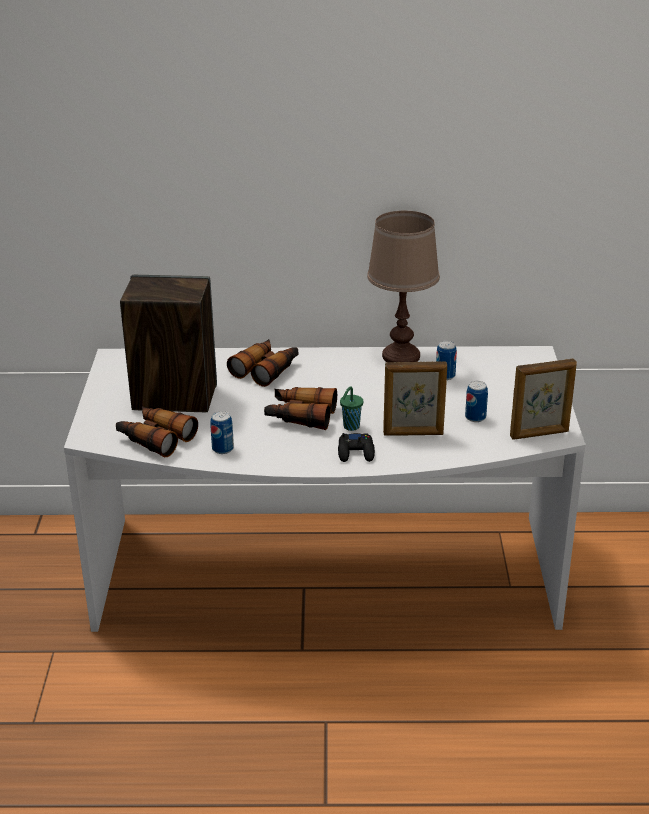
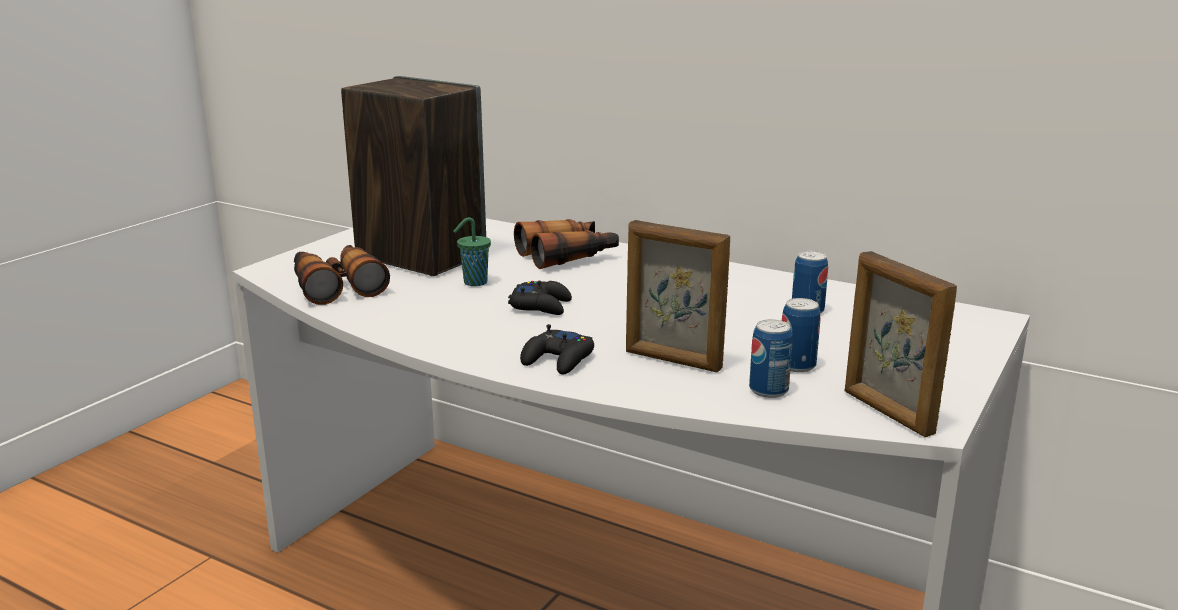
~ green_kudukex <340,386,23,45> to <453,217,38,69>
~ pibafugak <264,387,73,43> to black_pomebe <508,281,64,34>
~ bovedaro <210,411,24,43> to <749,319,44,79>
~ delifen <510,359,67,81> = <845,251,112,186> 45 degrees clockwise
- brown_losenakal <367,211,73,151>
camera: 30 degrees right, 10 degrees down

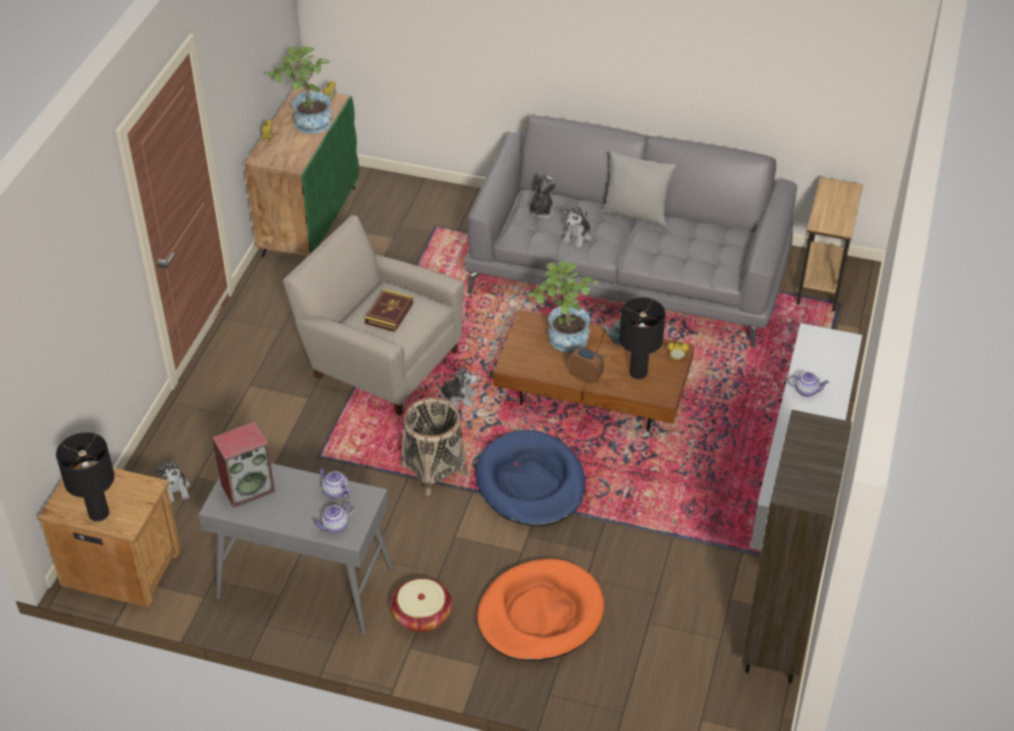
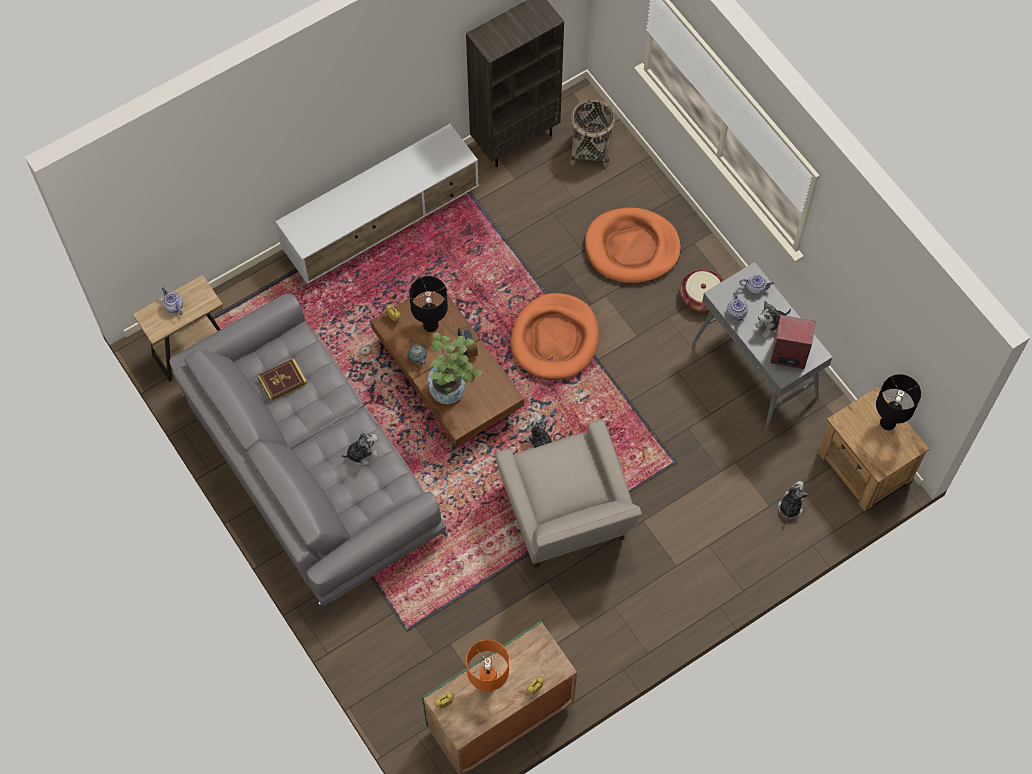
~ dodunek <787,372,42,25> to <162,287,21,28>
~ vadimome <365,289,49,43> to <258,359,49,42>
~ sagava <267,46,65,88> to orange_losenakal <466,640,43,52>
~ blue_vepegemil <476,430,110,96> to orange_vepegemil <511,293,88,87>
~ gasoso <401,397,67,99> to <570,98,45,70>
~ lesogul <528,175,29,44> to <755,301,36,37>
- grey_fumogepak <602,151,74,76>
camera: 140 degrees left, 20 degrees up

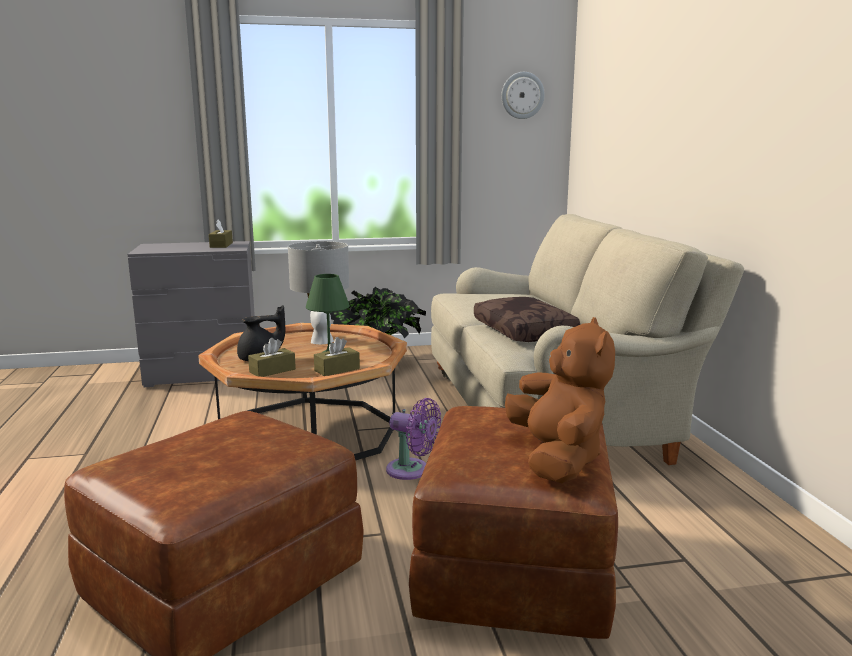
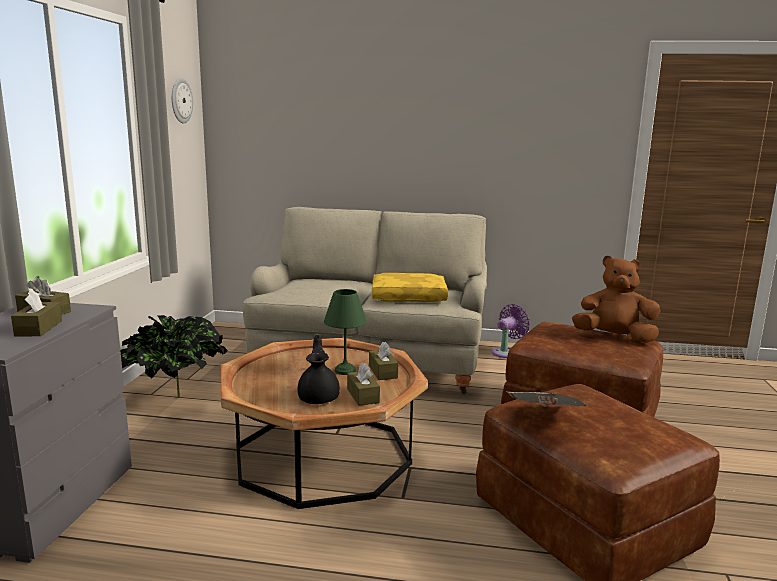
+ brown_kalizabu <11,289,51,47>
~ brown_fumogepak <474,297,106,45> to yellow_fumogepak <372,273,76,29>
~ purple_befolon <386,398,55,82> to <492,304,38,54>
+ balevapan <507,392,80,15>
- grey_losenakal <288,241,61,103>
camera: 70 degrees left, 0 degrees up

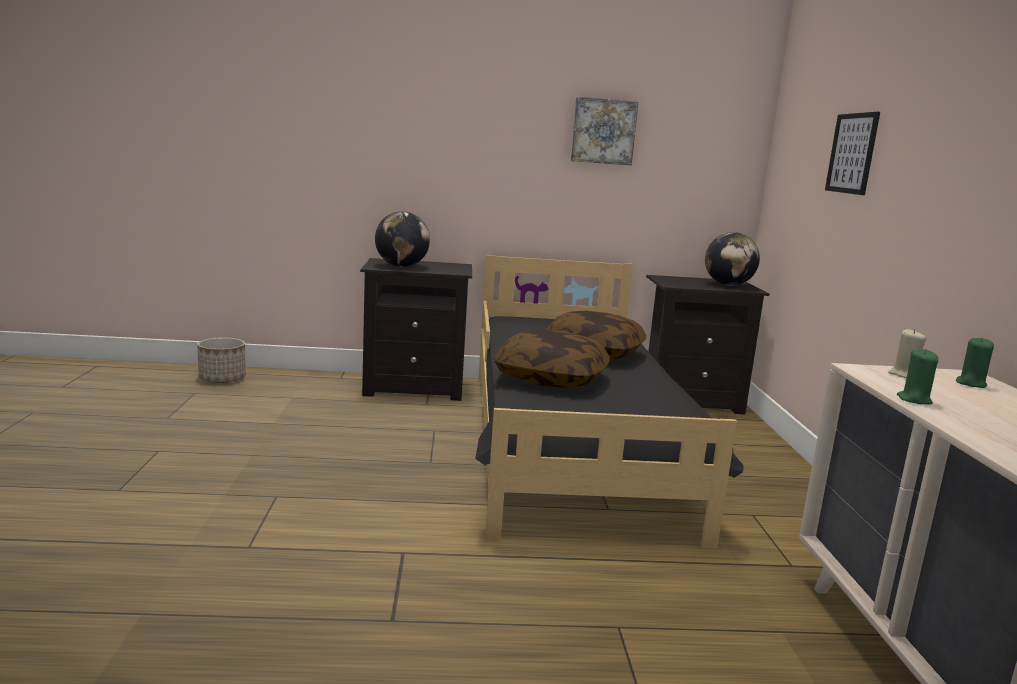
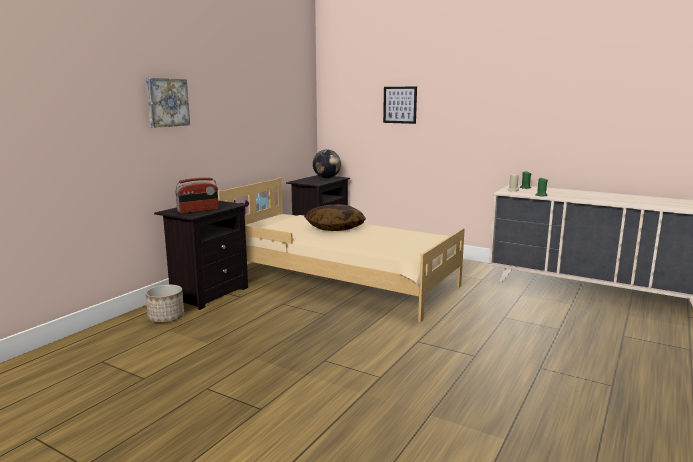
~ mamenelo <197,338,49,45> to <145,285,39,38>
~ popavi <571,97,67,68> to <146,78,44,50>
~ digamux <375,211,55,56> to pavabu <175,178,44,36>
~ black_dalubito <475,255,268,294> to beige_dalubito <218,178,247,145>
- fumogepak <494,330,116,58>
camera: 55 degrees left, 0 degrees up

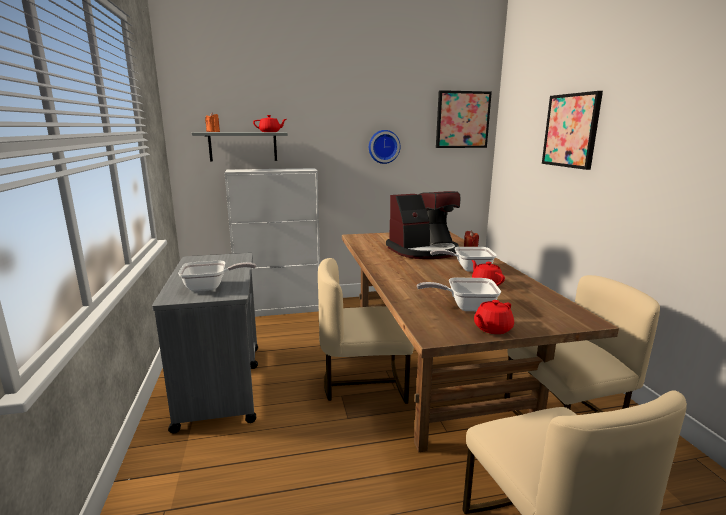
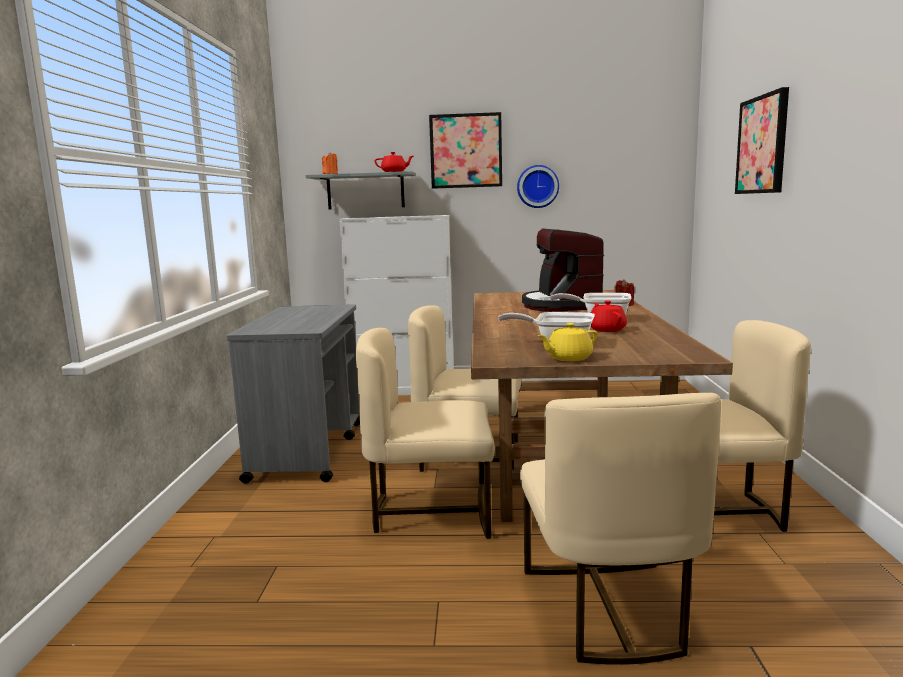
+ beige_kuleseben <356,328,139,211>
~ popavi <436,90,56,58> to <429,112,73,77>
~ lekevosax <386,191,75,68> = <522,228,82,83> 90 degrees clockwise
~ red_dodunek <474,300,40,34> to yellow_dodunek <538,323,60,38>
- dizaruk <178,261,78,30>
camera: 15 degrees right, 5 degrees down

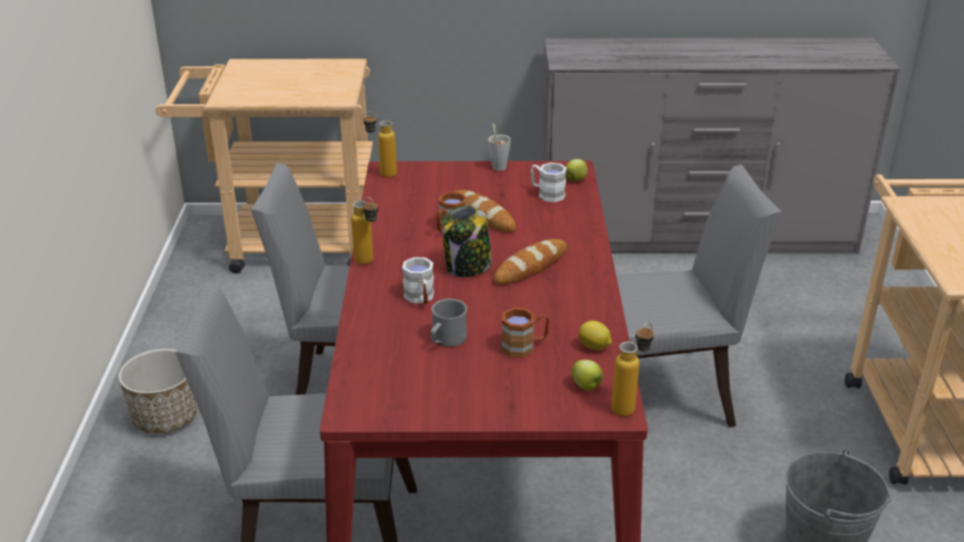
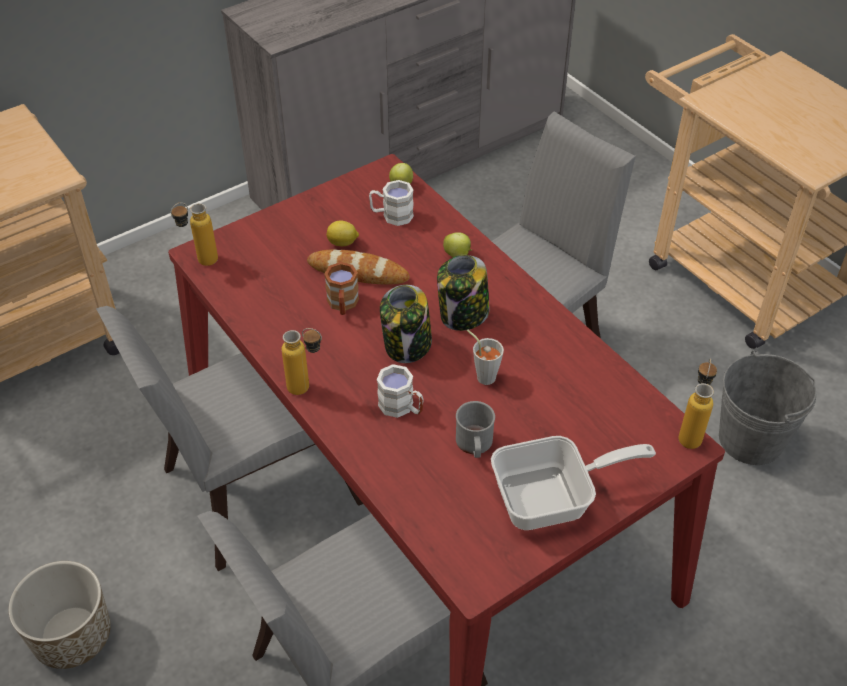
~ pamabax <578,321,34,29> to <326,221,33,25>
~ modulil <494,239,73,45> to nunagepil <437,255,53,76>
~ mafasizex <572,360,31,30> to <443,232,29,25>
~ grey_kudukex <488,123,23,48> to <467,330,37,55>
+ dizaruk <491,436,165,94>
- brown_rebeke <501,308,48,50>
camera: 35 degrees left, 15 degrees up

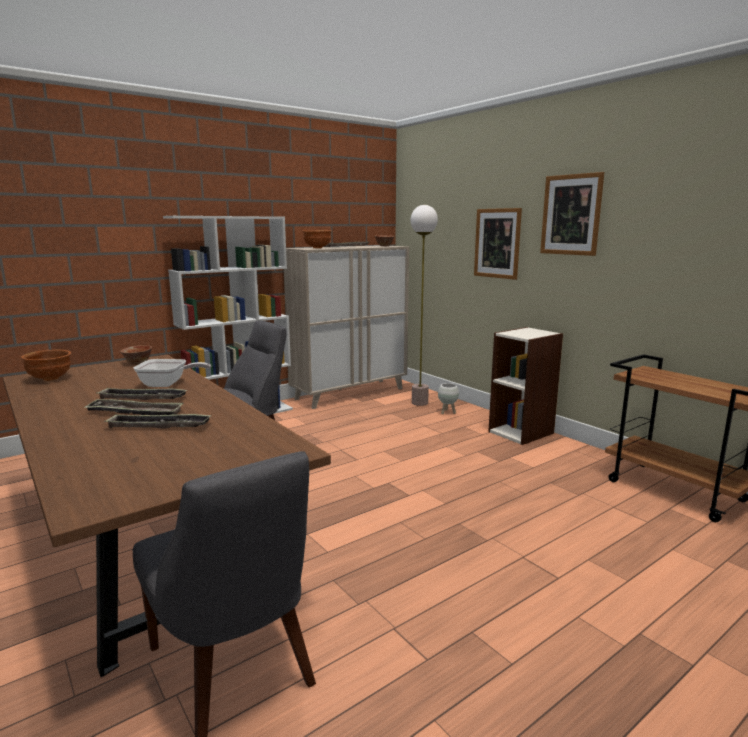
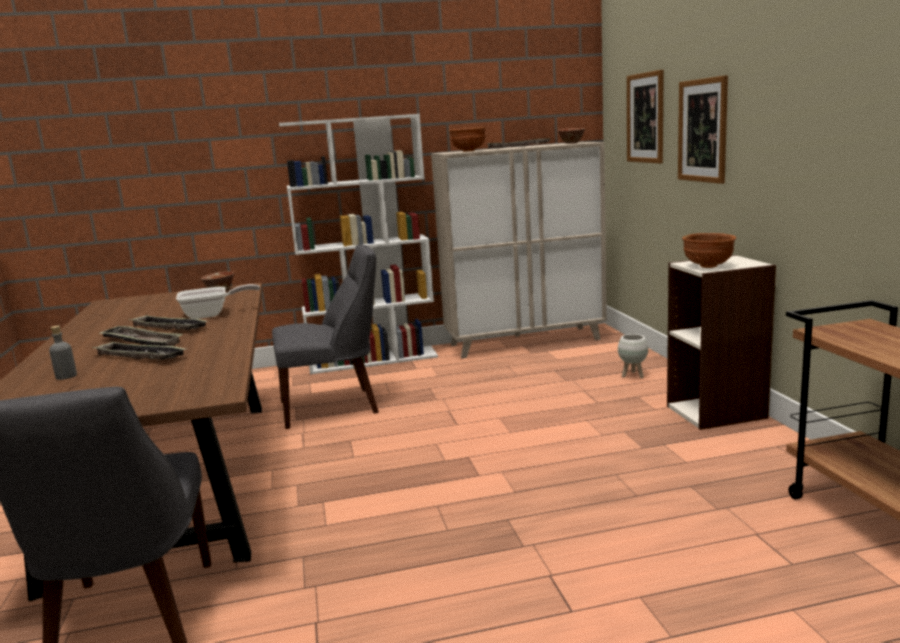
+ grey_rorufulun <49,326,28,54>
~ dizaruk <134,359,77,28> = <176,284,84,35> 45 degrees counterclockwise
~ popavi <540,172,64,84> to <627,70,37,93>
~ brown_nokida <21,349,50,32> to <682,233,54,35>
- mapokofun <411,205,27,201>
camera: 25 degrees right, 0 degrees up

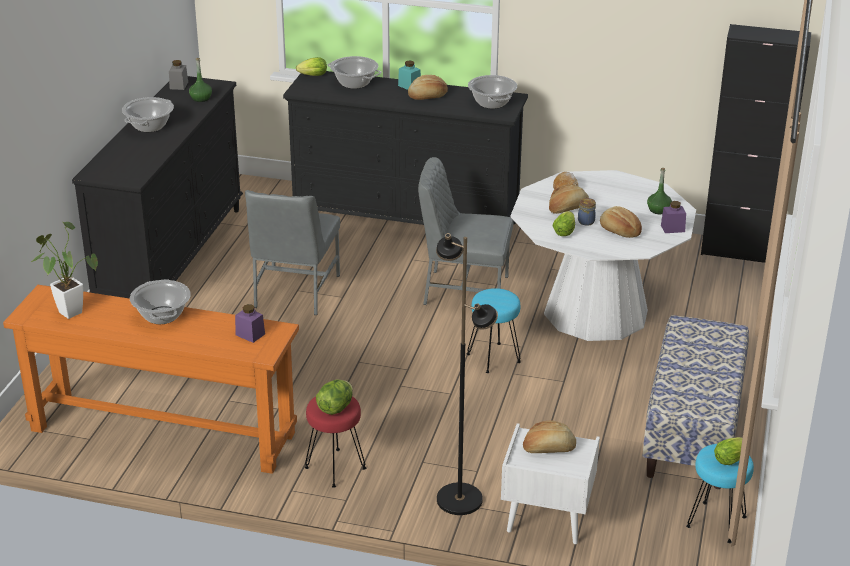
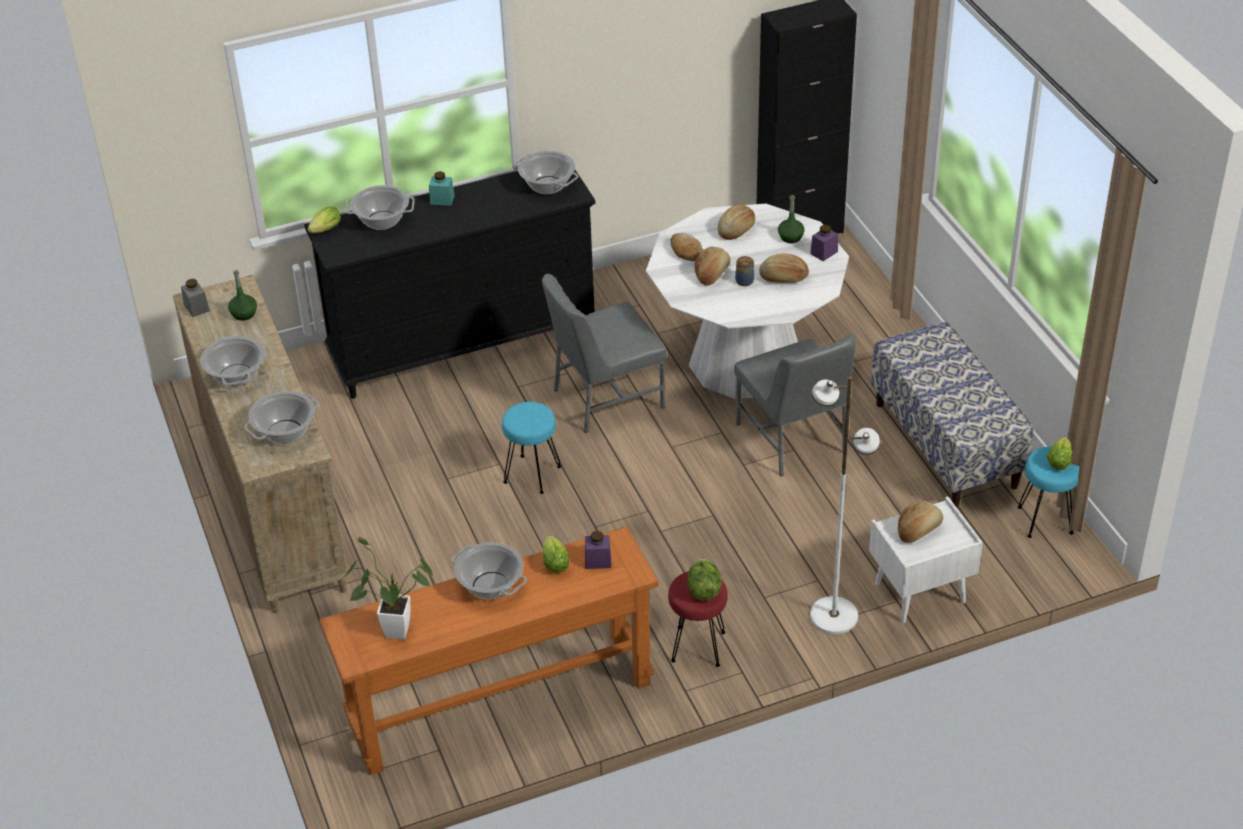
~ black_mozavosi <72,76,171,223> to beige_mozavosi <173,275,178,338>
+ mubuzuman <244,391,76,53>
~ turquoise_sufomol <467,288,54,85> to <502,402,59,92>
~ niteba <552,211,23,25> to <542,536,27,37>
~ modulil <408,75,40,25> to <718,204,37,36>
~ grey_kuleseben <245,190,95,125> to <734,334,122,142>
~ black_mapokofun <436,233,62,282> to white_mapokofun <810,377,71,257>
camera: 35 degrees left, 10 degrees up

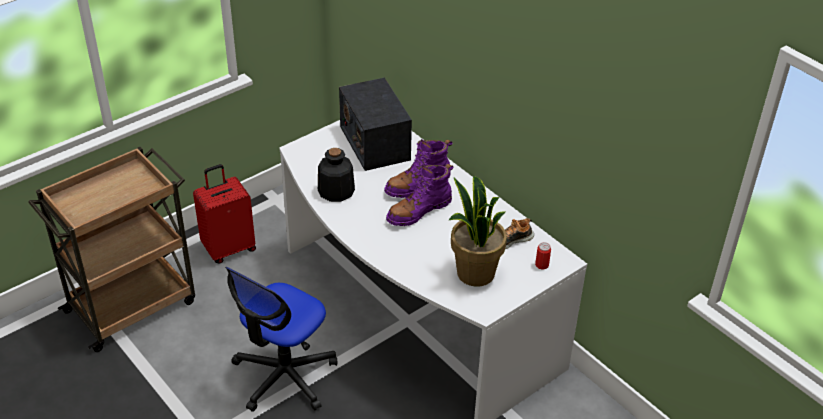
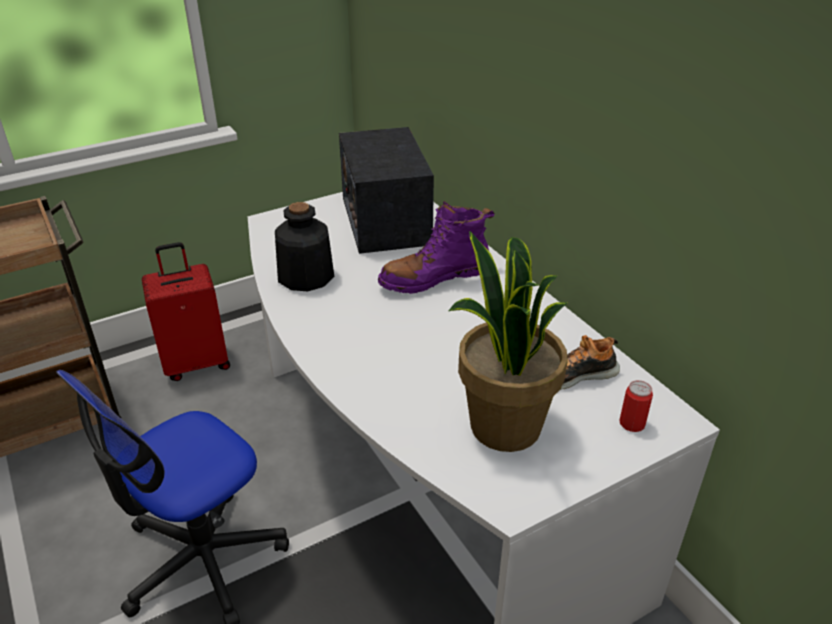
- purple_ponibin <386,164,68,62>
camera: 10 degrees right, 5 degrees down

